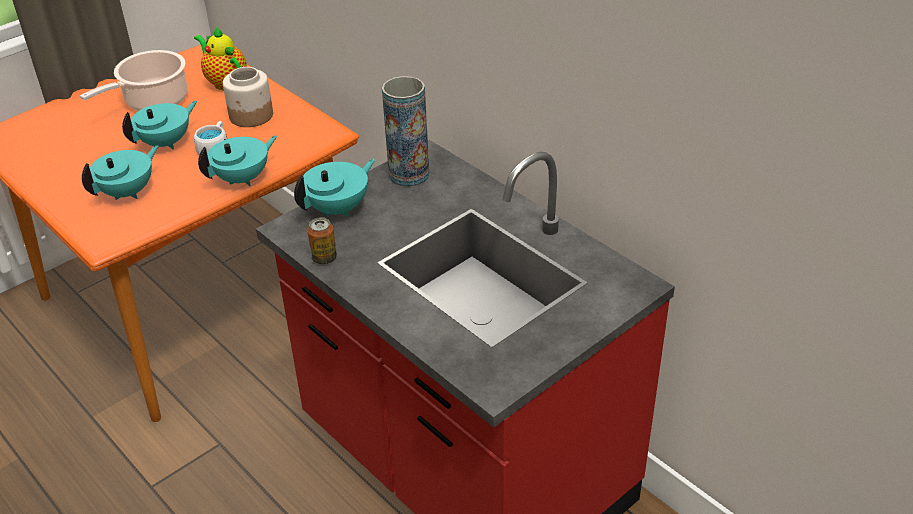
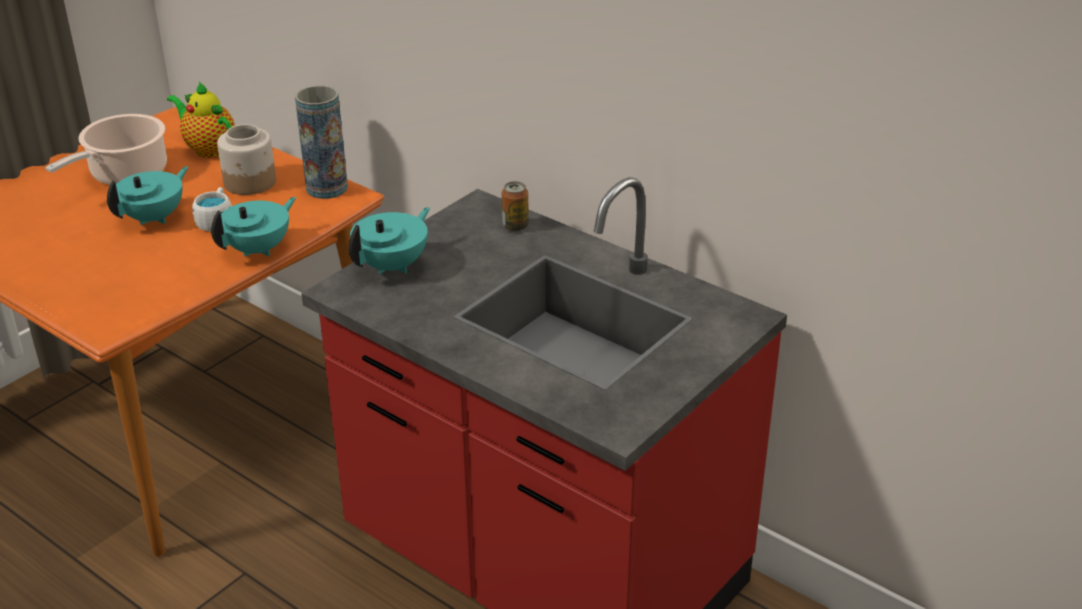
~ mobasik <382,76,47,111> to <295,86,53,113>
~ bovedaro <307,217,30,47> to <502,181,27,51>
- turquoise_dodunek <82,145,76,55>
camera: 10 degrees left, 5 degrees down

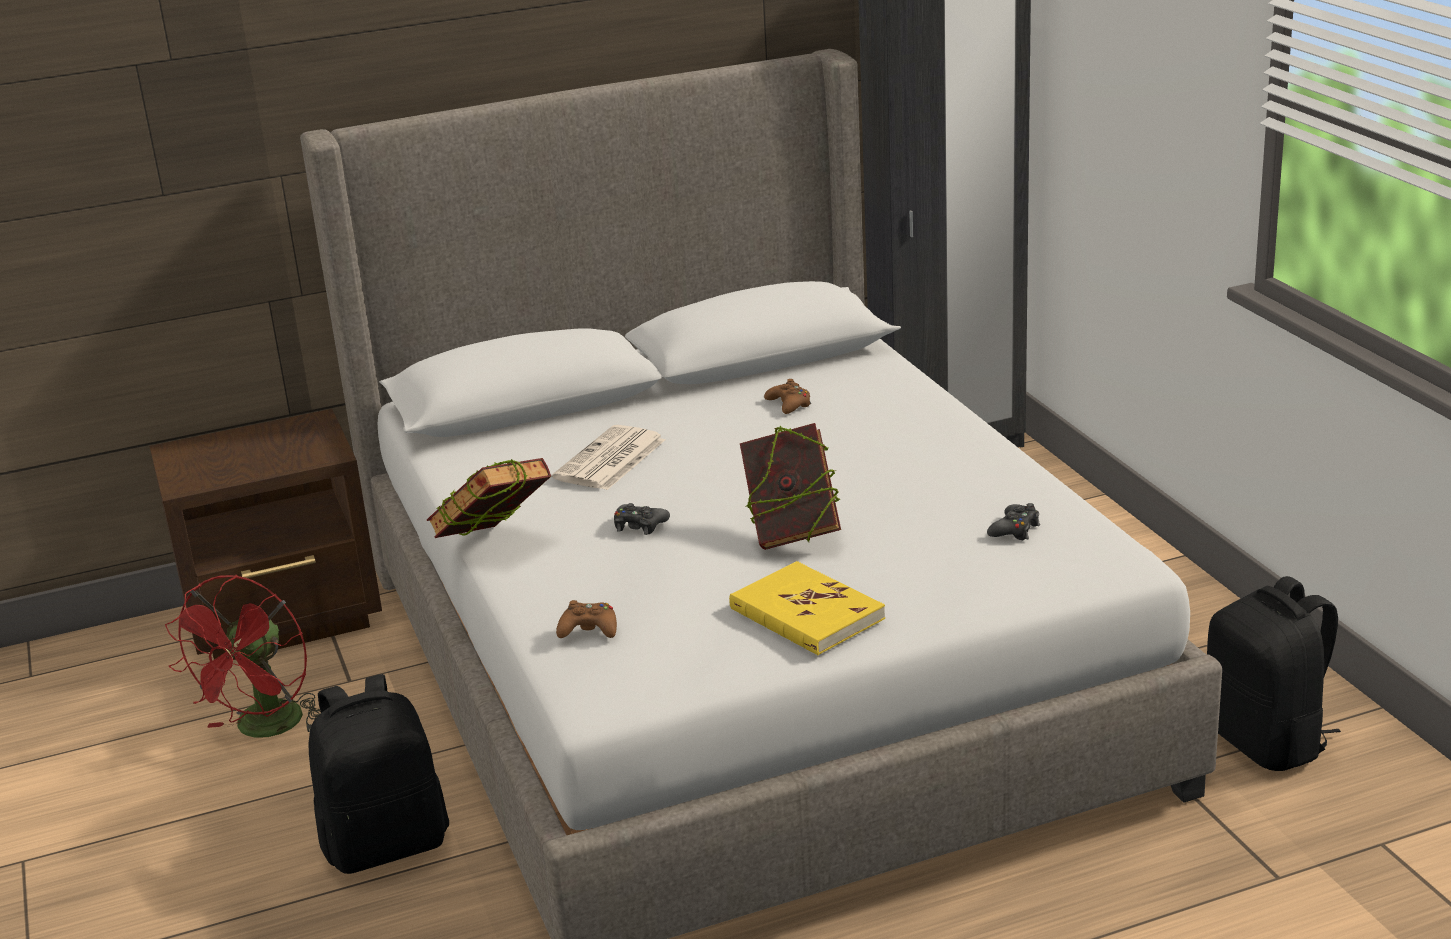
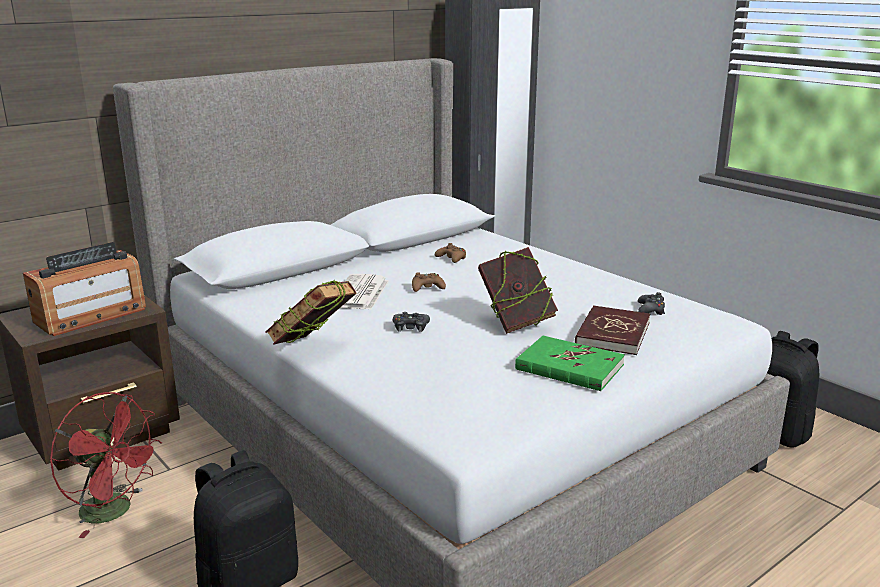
+ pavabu <23,242,123,94>
~ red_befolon <165,575,155,163> = <49,392,113,146> 60 degrees counterclockwise
~ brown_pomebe <556,600,61,38> to <412,272,34,20>
~ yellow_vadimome <729,561,156,94> to green_vadimome <515,336,110,55>
+ red_vadimome <575,305,75,50>
camera: 20 degrees left, 5 degrees down

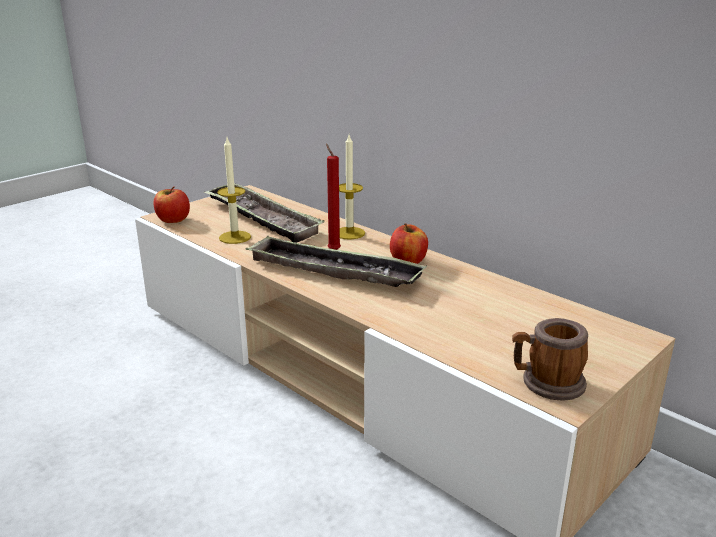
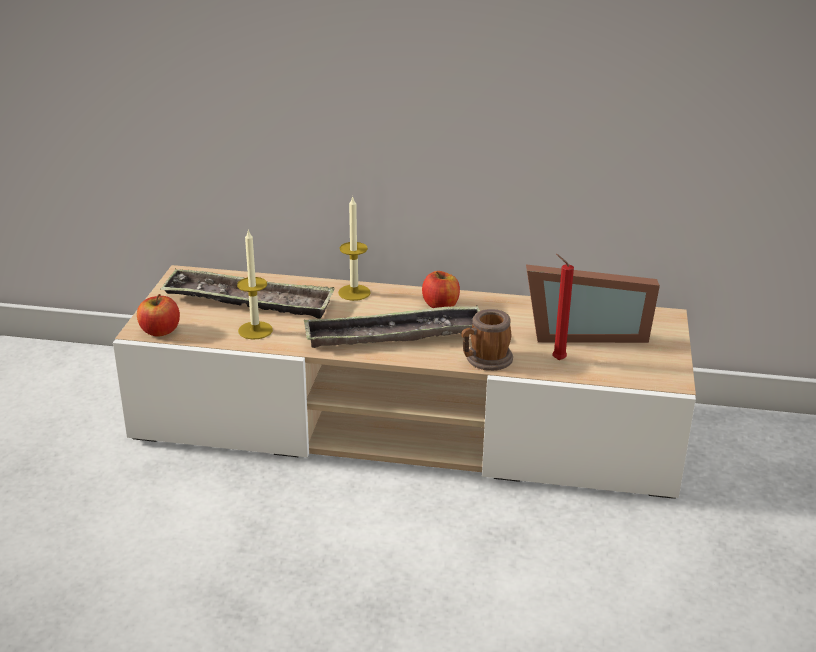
~ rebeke <512,318,76,83> to <461,309,52,62>
+ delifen <526,265,134,78>
~ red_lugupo <326,143,15,107> to <552,254,22,106>
camera: 35 degrees left, 5 degrees up

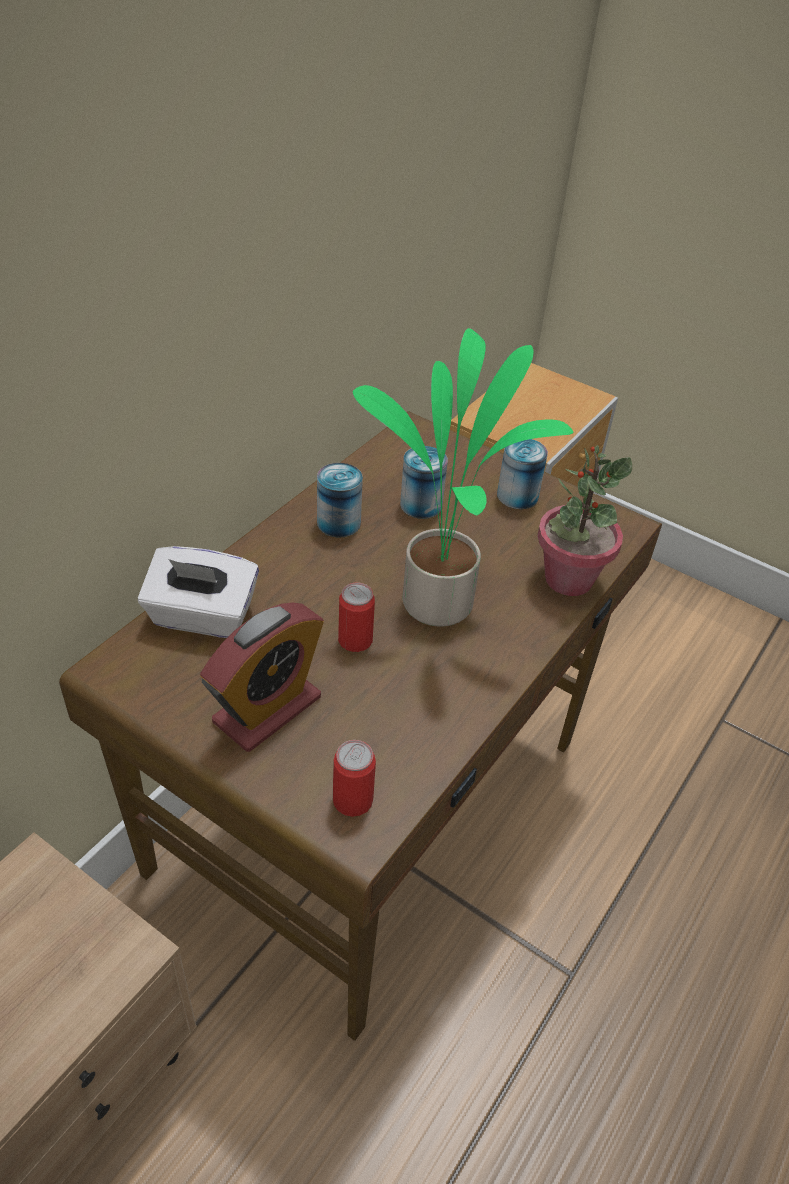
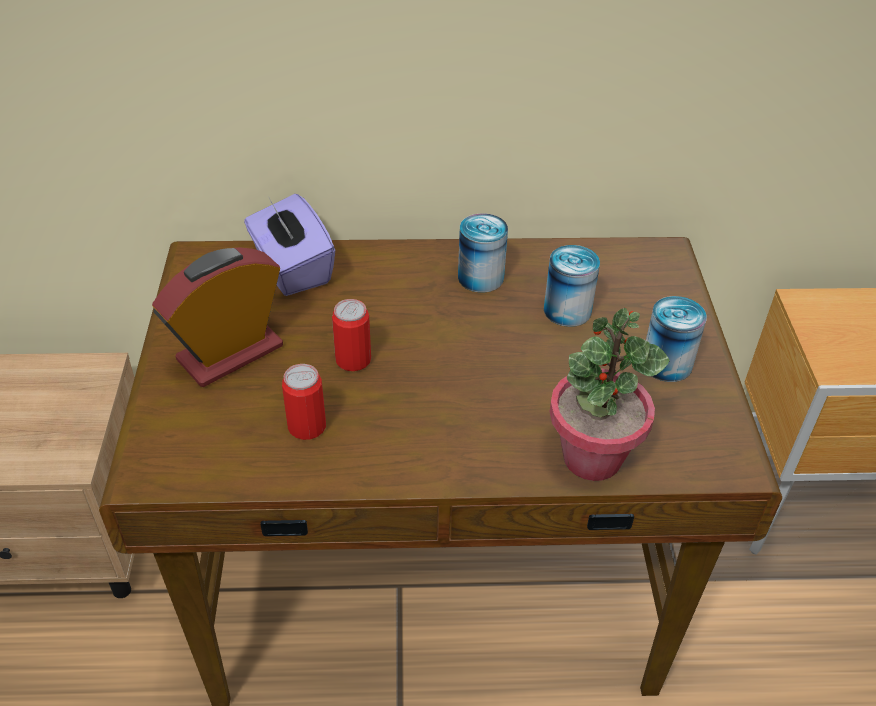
~ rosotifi <200,603,124,149> = <152,247,131,140> 135 degrees clockwise
~ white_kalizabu <138,546,121,92> to purple_kalizabu <244,194,91,102>
~ bovedaro <333,740,43,77> to <282,364,44,76>
- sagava <353,328,221,298>
camera: 55 degrees right, 0 degrees up

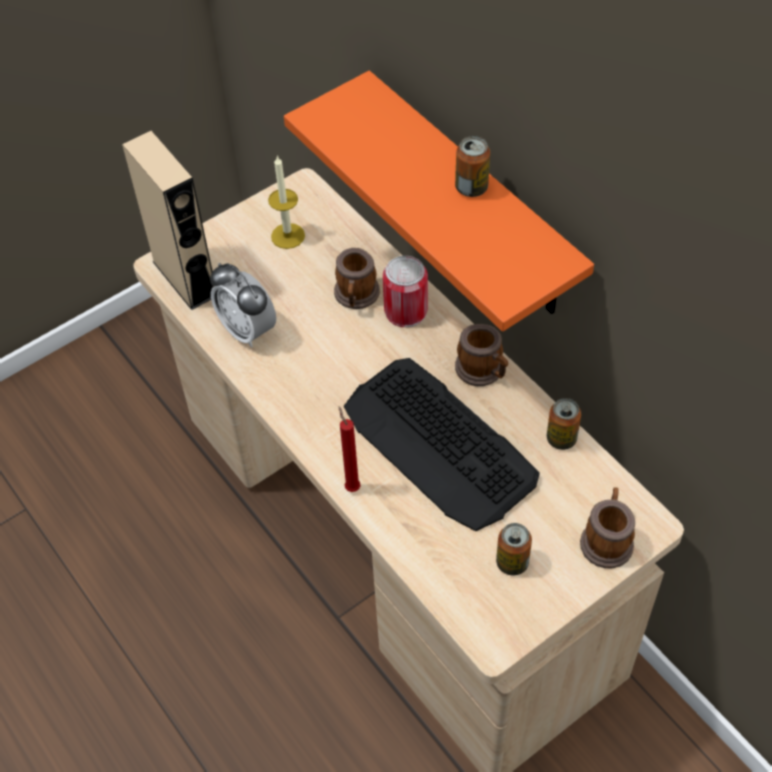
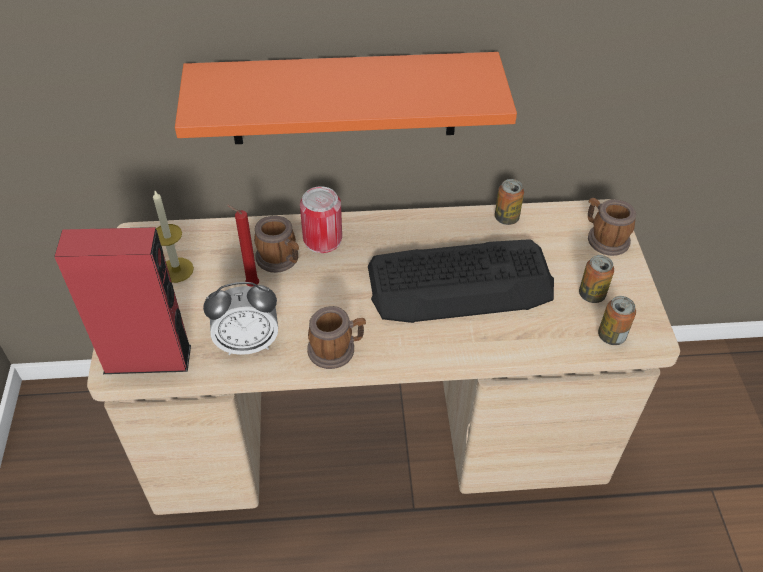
~ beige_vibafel <122,131,92,179> to red_vibafel <54,227,137,147>
~ red_lugupo <339,407,22,85> to <227,205,32,82>
~ rebeke <455,324,53,62> to <307,306,59,63>
~ bovedaro <455,136,35,61> to <598,296,38,49>
camera: 60 degrees left, 5 degrees down

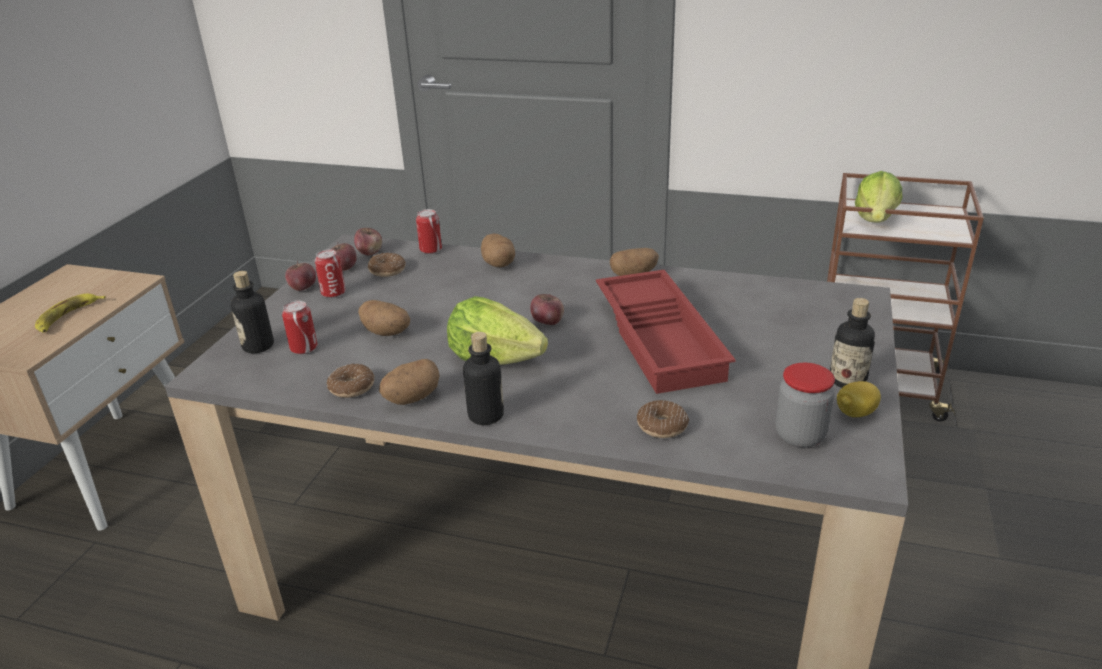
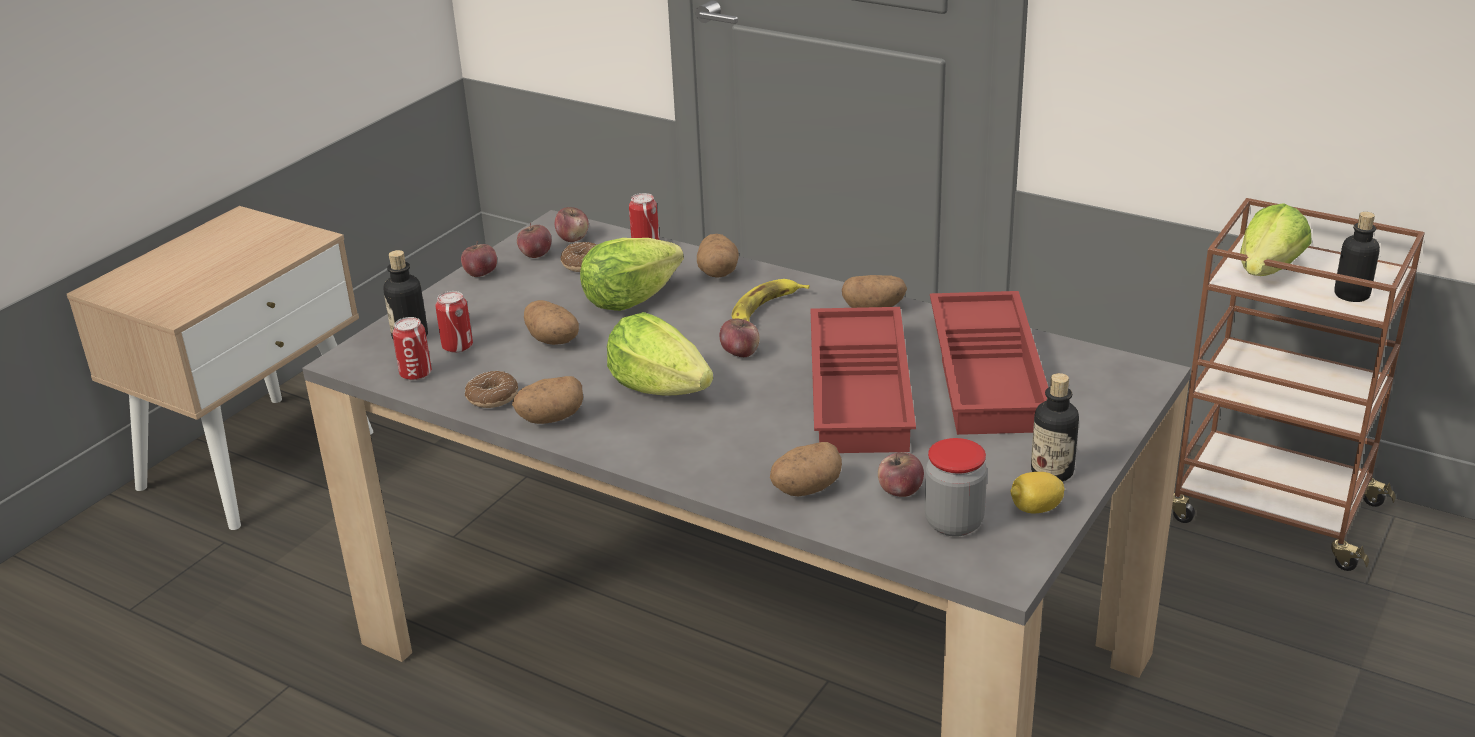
~ bovedaro <315,249,31,49> to <392,317,40,63>
+ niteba <580,238,104,73>
~ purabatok <35,294,71,39> to <732,279,78,43>
~ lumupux <637,400,52,38> to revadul <770,442,72,54>
+ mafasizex <878,452,46,45>
+ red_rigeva <930,291,118,144>
~ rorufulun <463,332,41,93> to <1334,212,46,90>
camera: 15 degrees right, 0 degrees up

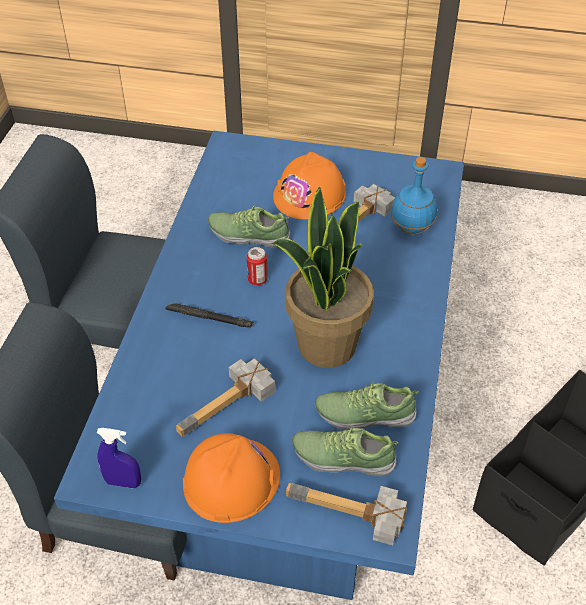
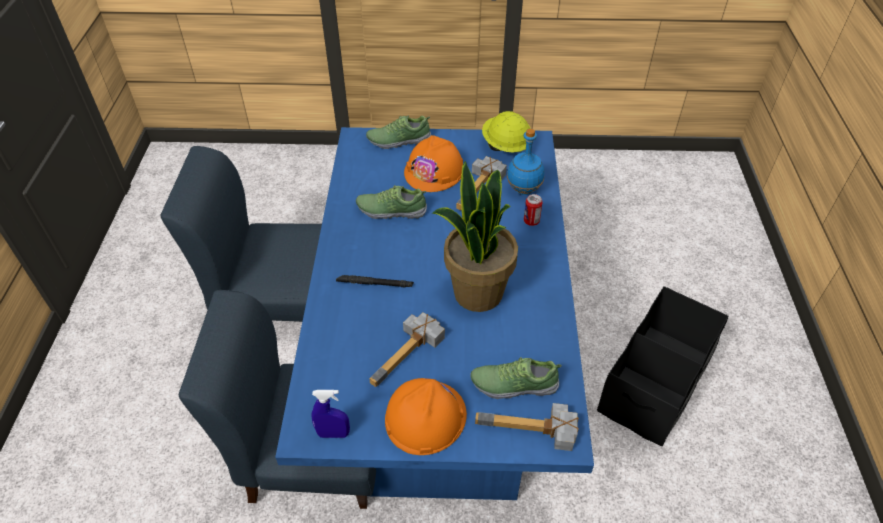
~ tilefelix <315,383,104,47> to <366,115,65,34>
+ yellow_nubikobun <482,111,49,41>
~ bovedaro <246,247,22,38> to <524,194,19,32>
camera: 10 degrees left, 0 degrees up

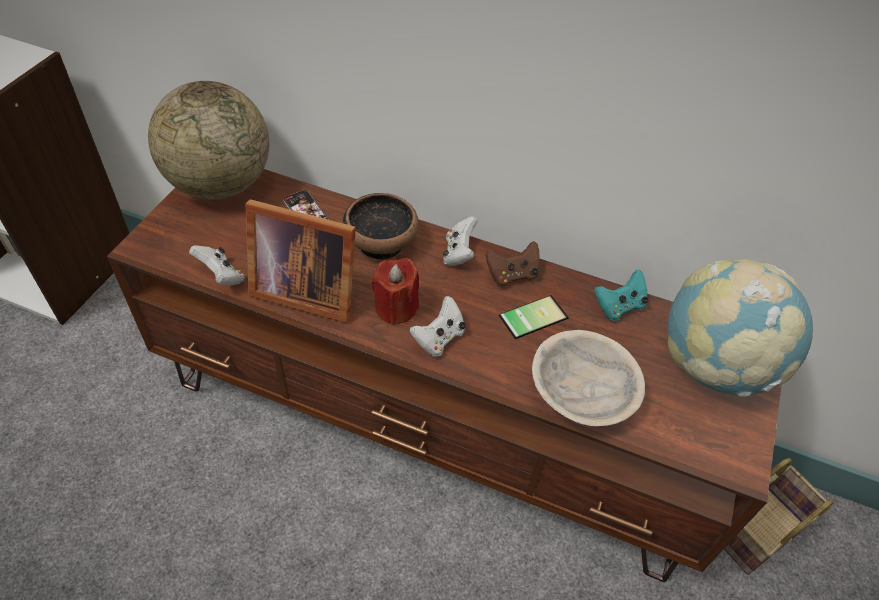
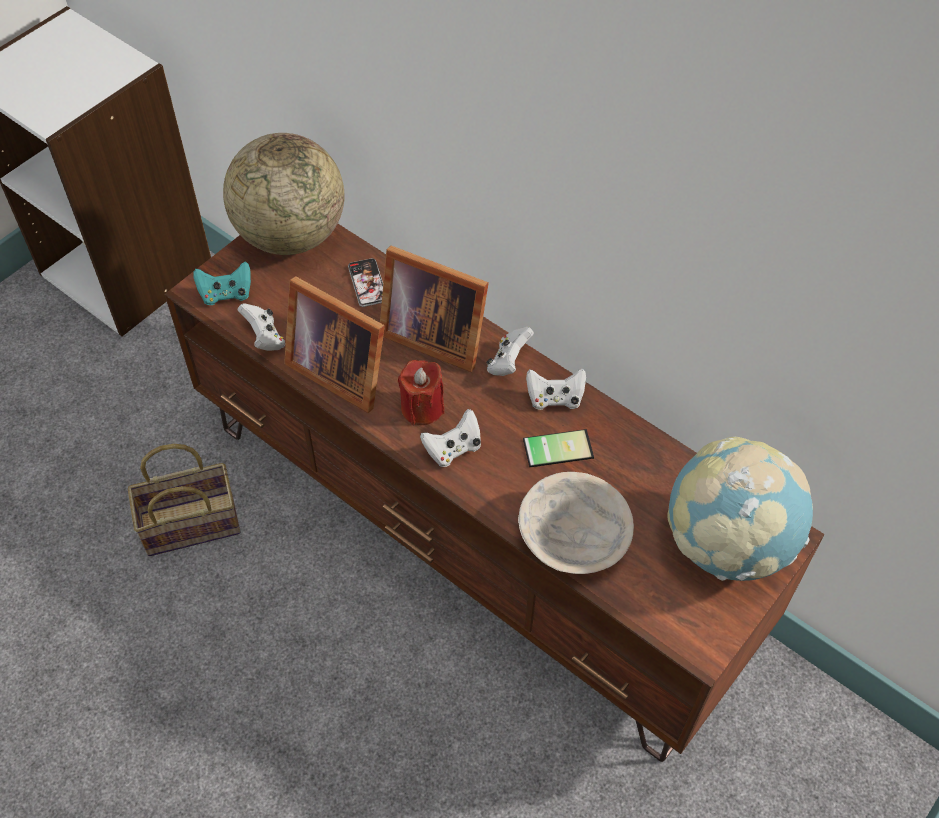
~ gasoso <724,458,110,117> to <128,444,112,112>
~ turquoise_pomebe <594,270,55,51> to <193,261,58,44>
~ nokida <343,193,76,67> to delifen <380,246,109,126>
~ brown_pomebe <486,241,54,46> to white_pomebe <526,368,60,42>
camera: 20 degrees right, 5 degrees up

